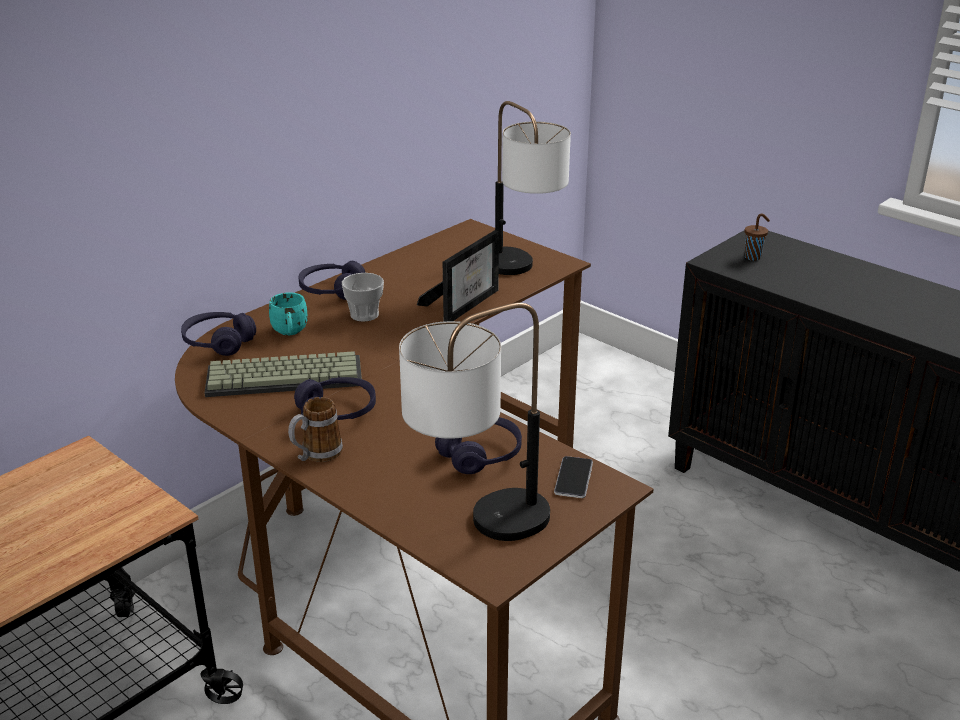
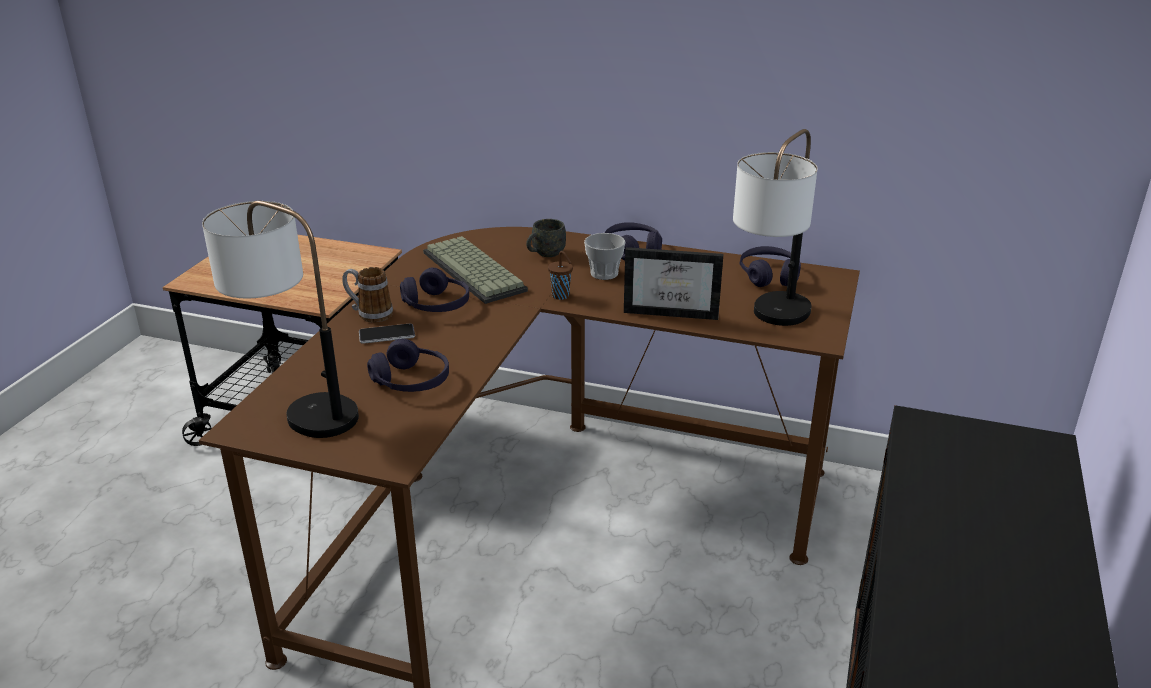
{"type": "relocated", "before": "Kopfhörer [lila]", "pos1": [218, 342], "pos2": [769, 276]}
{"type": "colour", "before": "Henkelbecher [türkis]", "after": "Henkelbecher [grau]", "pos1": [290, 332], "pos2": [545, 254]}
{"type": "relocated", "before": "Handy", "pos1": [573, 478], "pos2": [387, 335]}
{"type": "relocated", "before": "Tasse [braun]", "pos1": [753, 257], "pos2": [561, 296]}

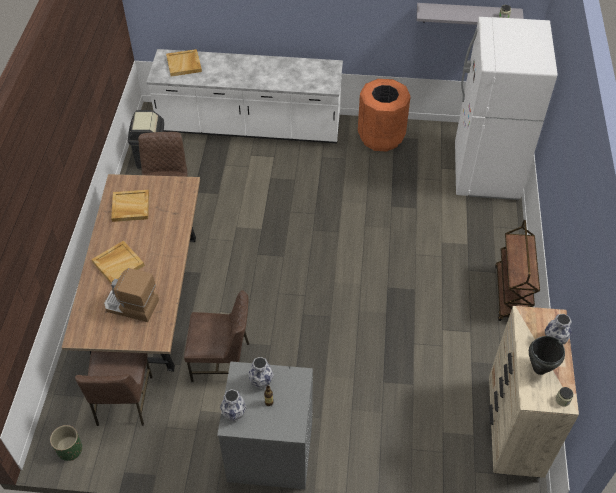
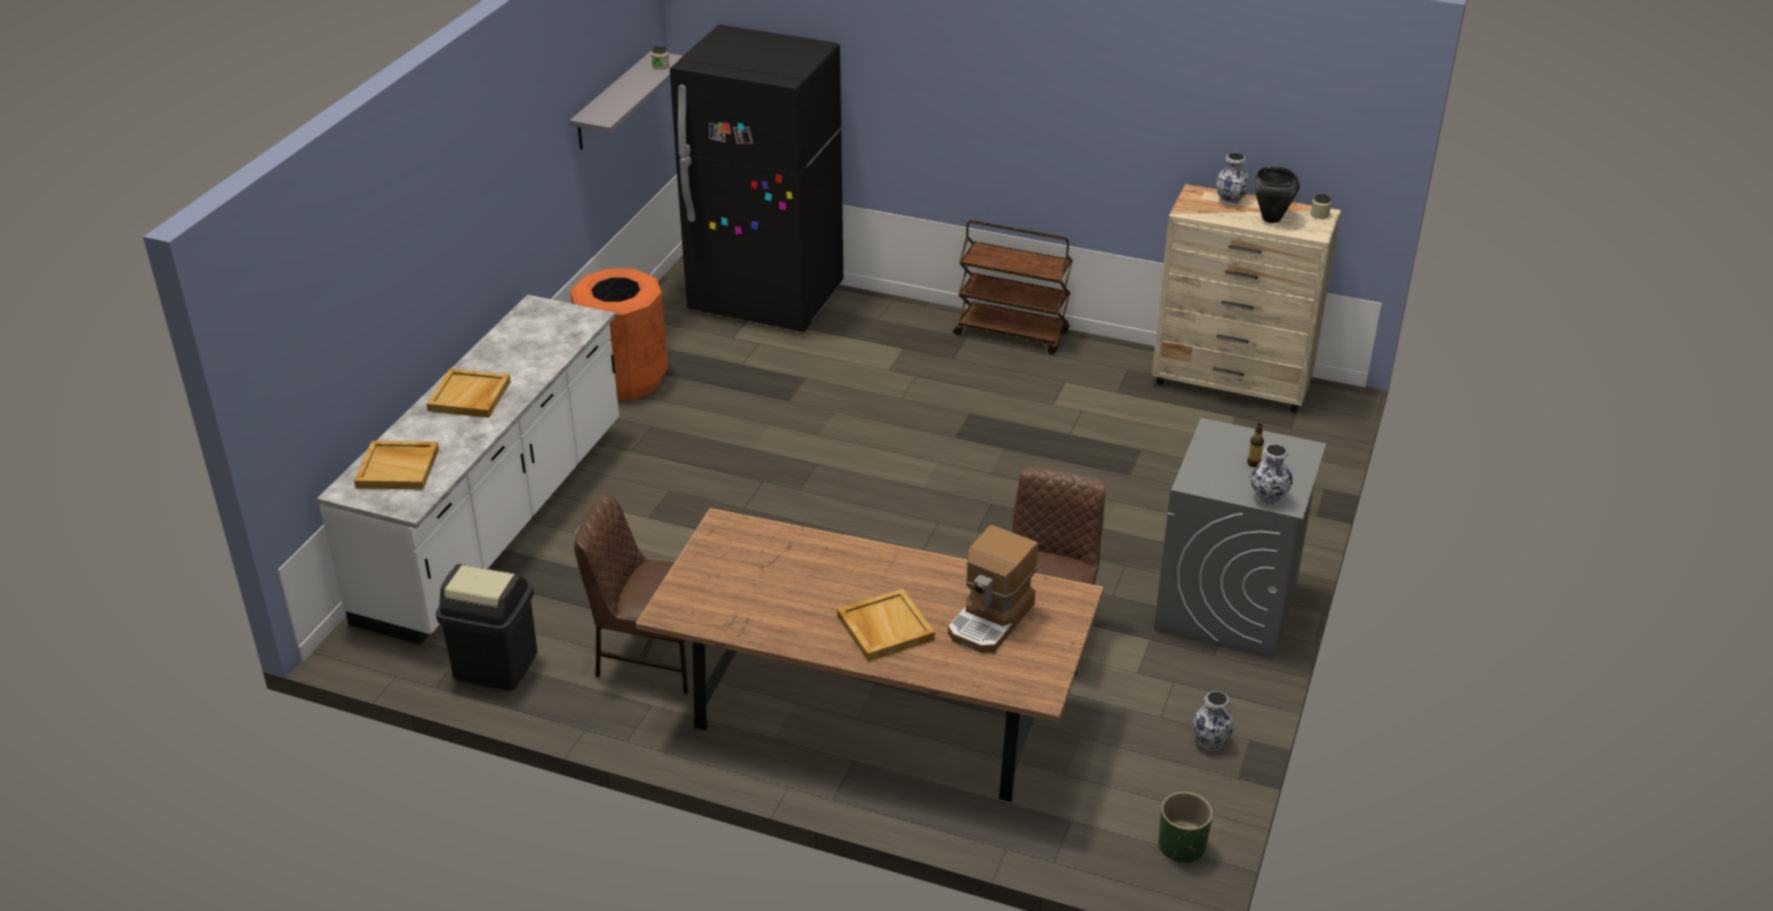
{"type": "missing", "before": "Stuhl [braun]", "pos1": [123, 402]}
{"type": "relocated", "before": "Tablett [beige]", "pos1": [130, 207], "pos2": [470, 396]}
{"type": "relocated", "before": "Vase", "pos1": [261, 382], "pos2": [1211, 741]}
{"type": "colour", "before": "Kühlschrank [weiß]", "after": "Kühlschrank [schwarz]", "pos1": [486, 172], "pos2": [766, 301]}

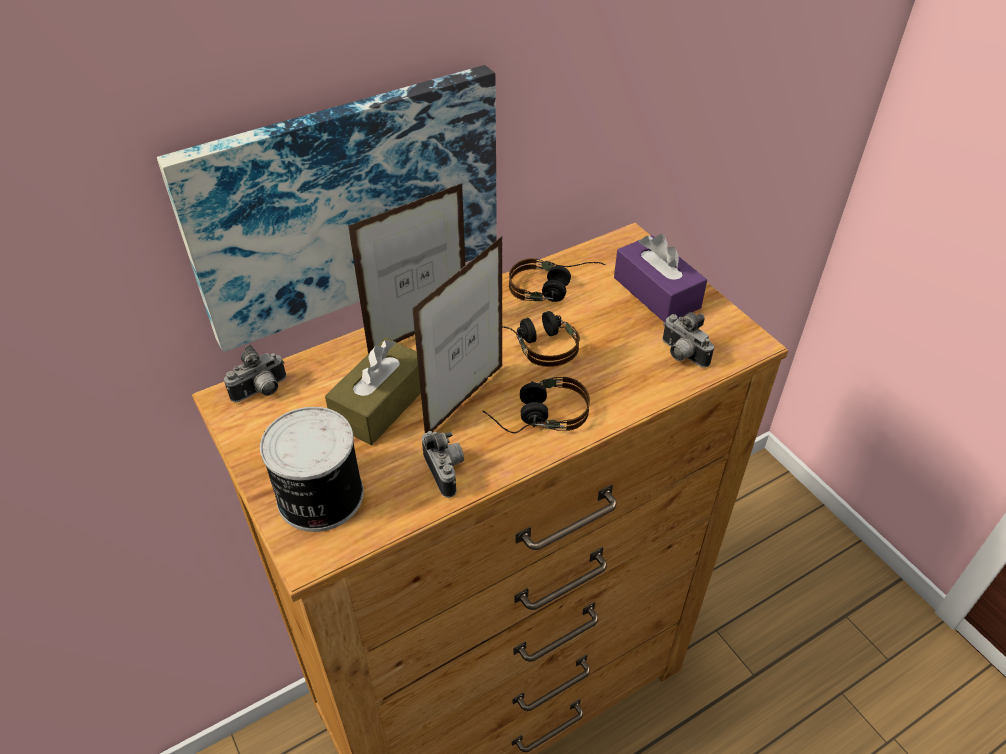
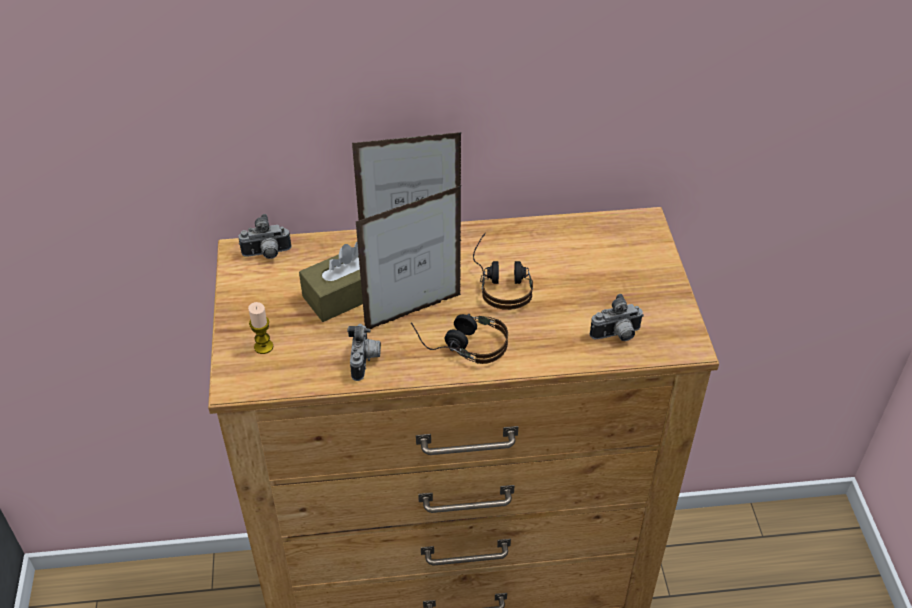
{"type": "missing", "before": "Bild", "pos1": [346, 204]}
{"type": "exchanged", "before": "Dose", "after": "Kerze", "pos1": [318, 497], "pos2": [263, 347]}
{"type": "missing", "before": "Kopfhörer", "pos1": [555, 289]}
{"type": "missing", "before": "Taschentuchbox [lila]", "pos1": [656, 293]}
{"type": "spun", "before": "Kamera", "pos1": [681, 355], "pos2": [617, 336], "turn": -90}

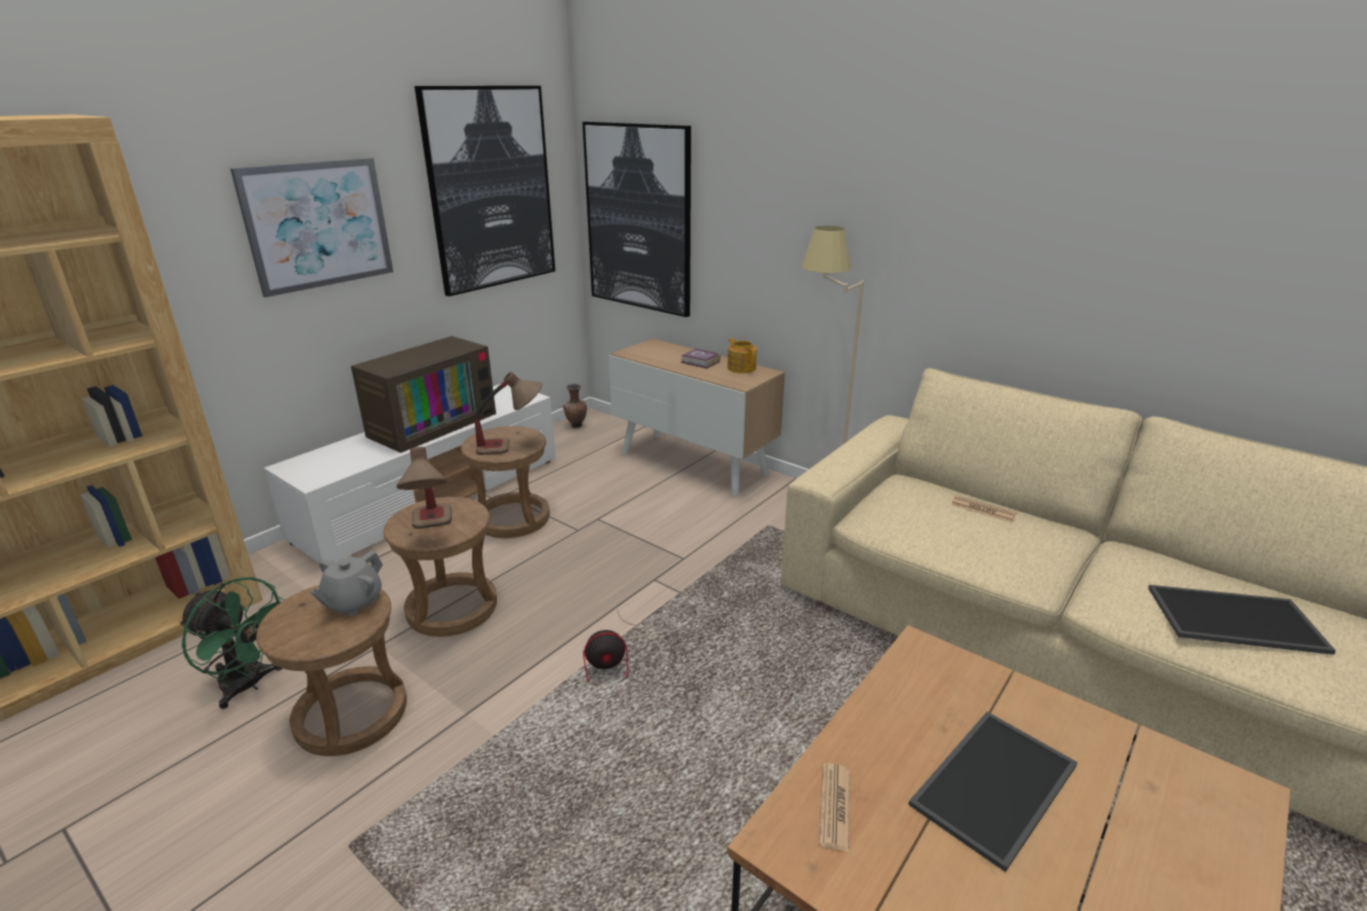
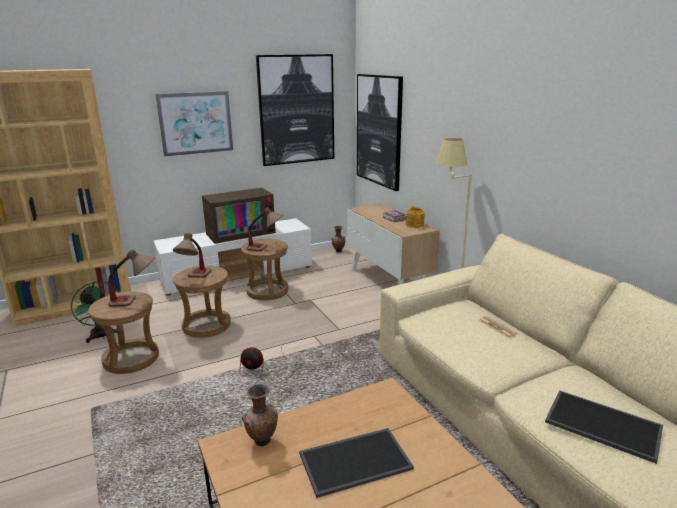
{"type": "exchanged", "before": "Teekanne [grau]", "after": "Tischlampe", "pos1": [353, 602], "pos2": [136, 301]}
{"type": "exchanged", "before": "Zeitung", "after": "Vase [braun]", "pos1": [835, 806], "pos2": [262, 442]}

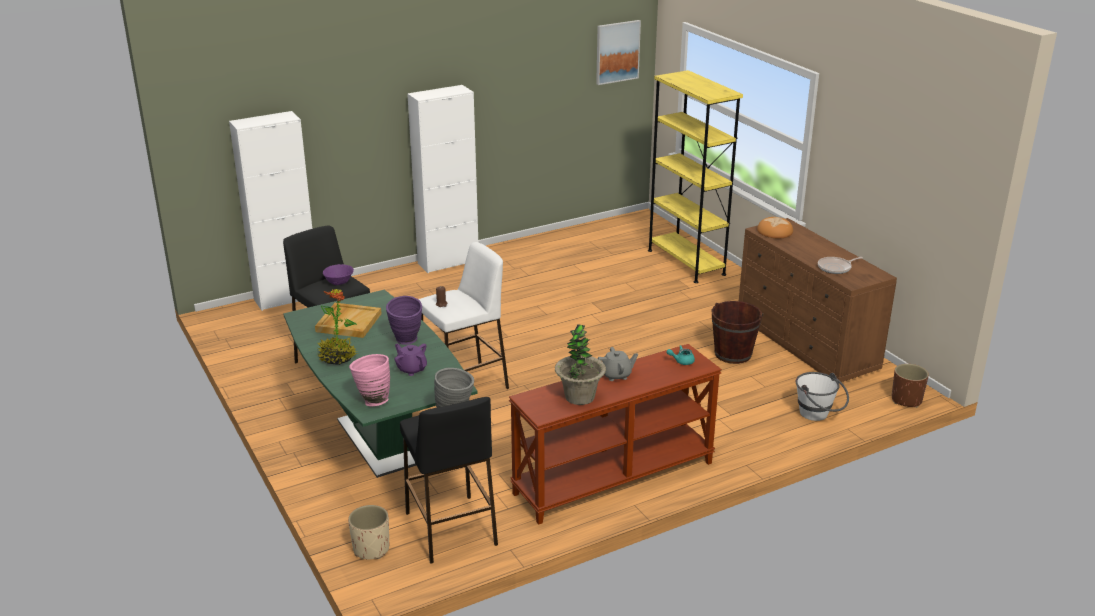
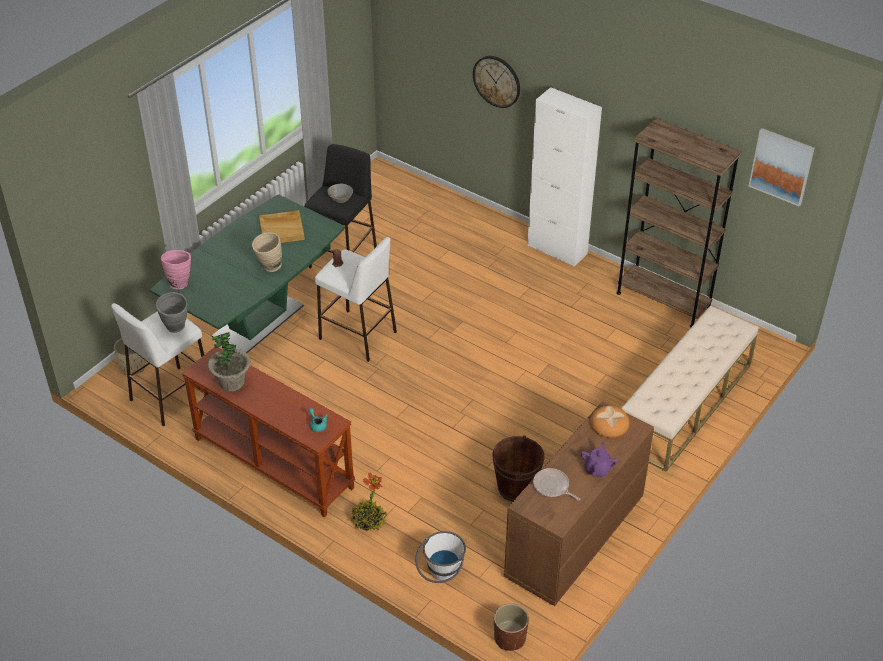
{"type": "missing", "before": "Schrank [weiß]", "pos1": [286, 298]}
{"type": "relocated", "before": "Topfpflanze", "pos1": [338, 358], "pos2": [368, 521]}
{"type": "colour", "before": "Schüssel [lila]", "after": "Schüssel [grau]", "pos1": [339, 282], "pos2": [340, 200]}
{"type": "colour", "before": "Vase [lila]", "after": "Vase [beige]", "pos1": [407, 342], "pos2": [269, 268]}
{"type": "relocated", "before": "Teekanne [lila]", "pos1": [411, 369], "pos2": [597, 469]}
{"type": "colour", "before": "Hocker [schwarz]", "after": "Hocker [weiß]", "pos1": [451, 529], "pos2": [170, 396]}
{"type": "missing", "before": "Teekanne [grau]", "pos1": [616, 375]}
{"type": "exchanged", "before": "Bücherregal [gelb]", "after": "Bank [beige]", "pos1": [686, 262], "pos2": [685, 405]}
{"type": "appeared", "after": "Wanduhr", "pos2": [497, 81]}
{"type": "appeared", "after": "Bücherregal [braun]", "pos2": [663, 300]}

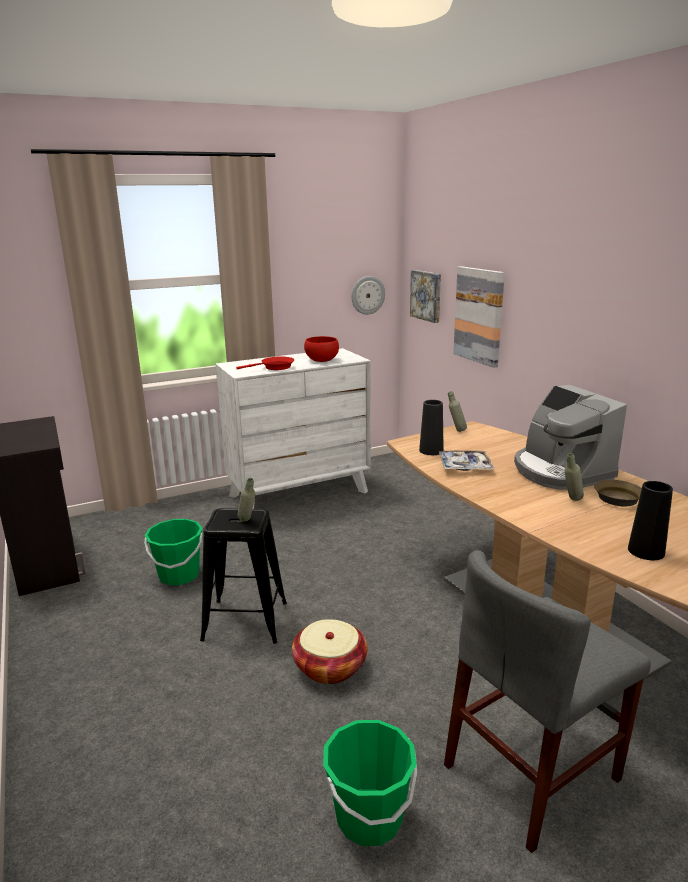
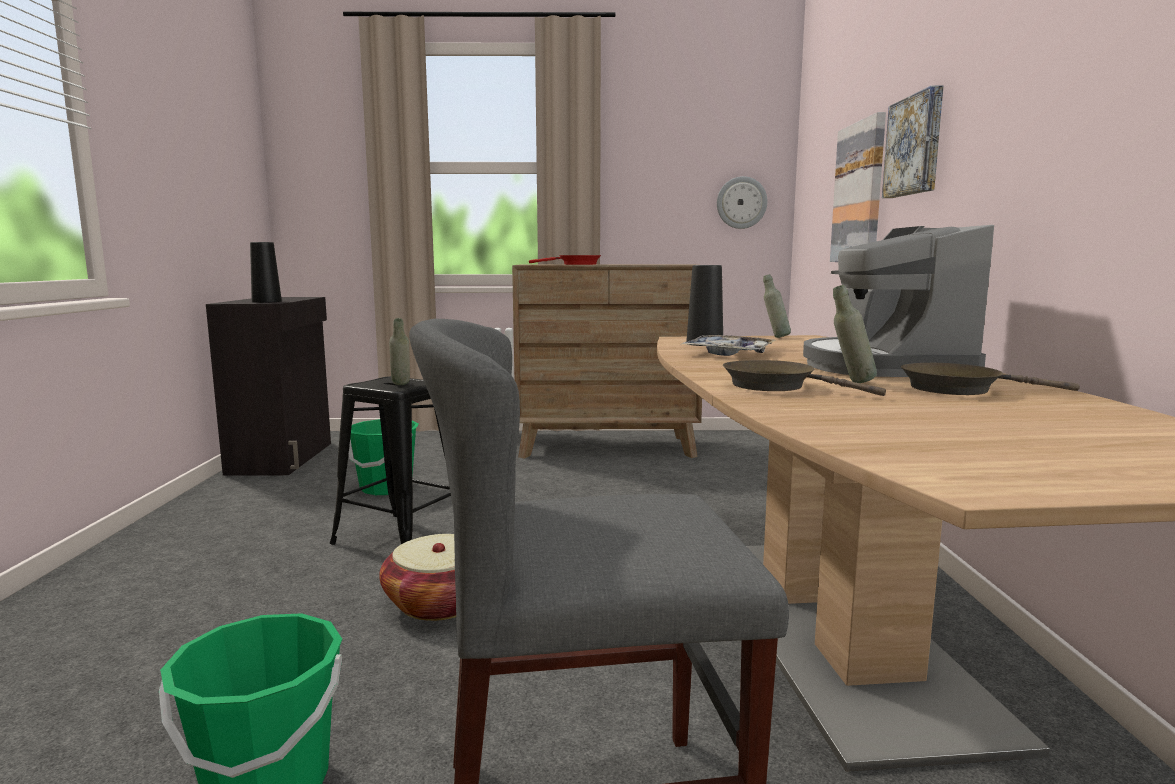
{"type": "colour", "before": "Kommode [weiß]", "after": "Kommode [braun]", "pos1": [299, 493], "pos2": [606, 447]}
{"type": "missing", "before": "Schüssel [rot]", "pos1": [321, 360]}
{"type": "relocated", "before": "Bild", "pos1": [427, 295], "pos2": [916, 146]}
{"type": "relocated", "before": "Vase [schwarz]", "pos1": [646, 551], "pos2": [266, 301]}
{"type": "appeared", "after": "Pfanne [braun]", "pos2": [776, 386]}

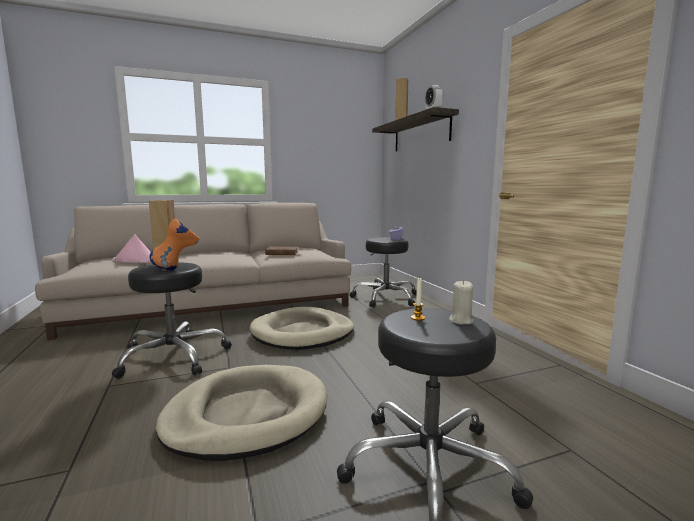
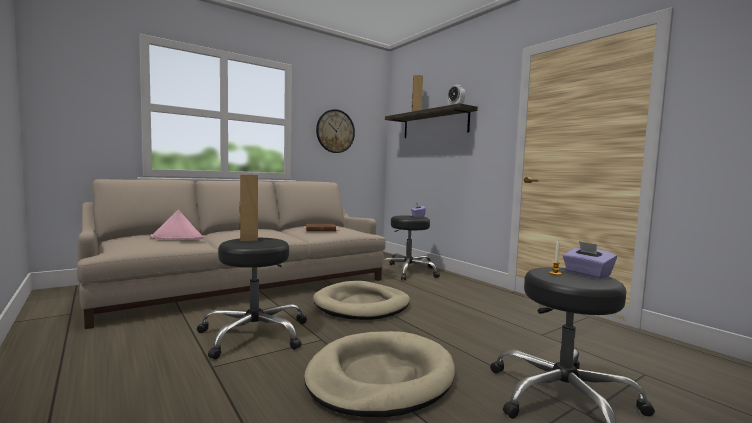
{"type": "missing", "before": "Vase [orange]", "pos1": [177, 269]}
{"type": "exchanged", "before": "Kerze [beige]", "after": "Taschentuchbox [lila]", "pos1": [460, 320], "pos2": [587, 274]}
{"type": "appeared", "after": "Wanduhr", "pos2": [335, 131]}

